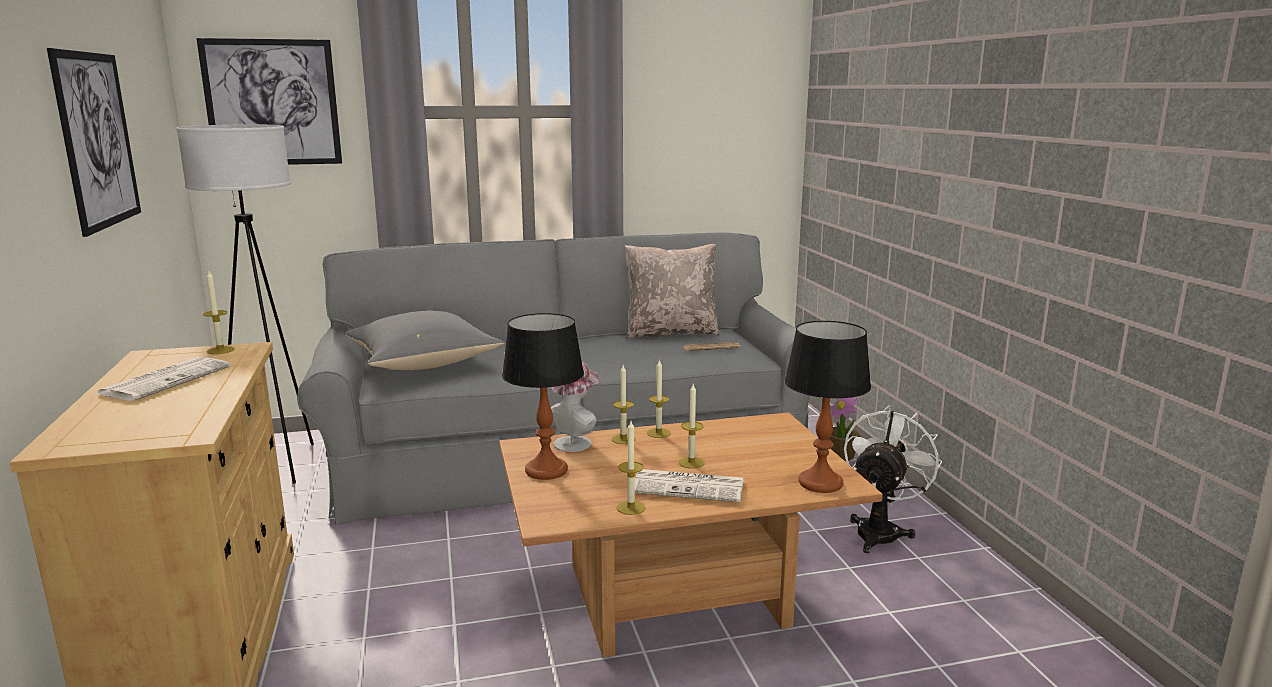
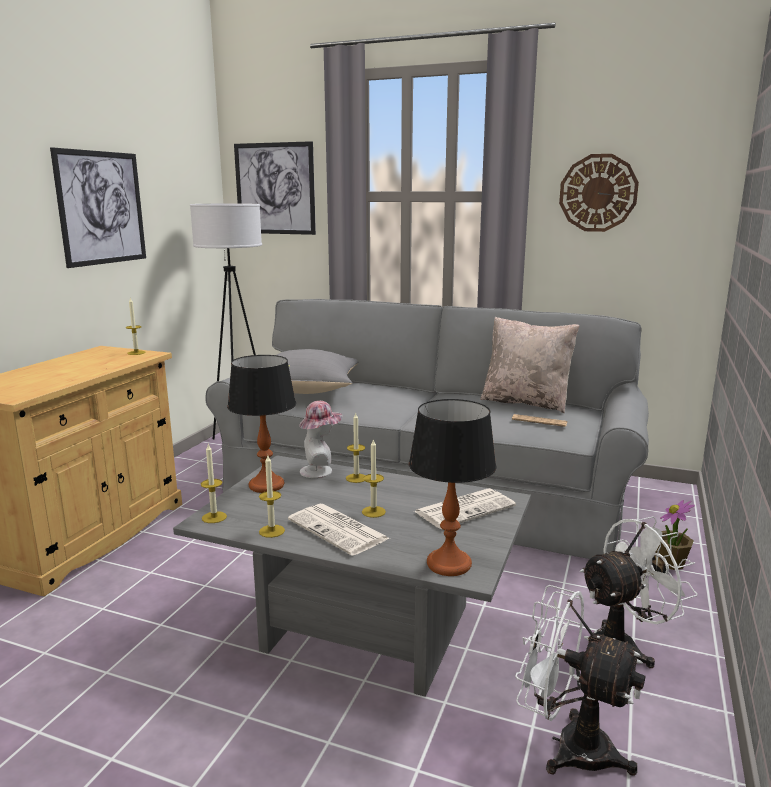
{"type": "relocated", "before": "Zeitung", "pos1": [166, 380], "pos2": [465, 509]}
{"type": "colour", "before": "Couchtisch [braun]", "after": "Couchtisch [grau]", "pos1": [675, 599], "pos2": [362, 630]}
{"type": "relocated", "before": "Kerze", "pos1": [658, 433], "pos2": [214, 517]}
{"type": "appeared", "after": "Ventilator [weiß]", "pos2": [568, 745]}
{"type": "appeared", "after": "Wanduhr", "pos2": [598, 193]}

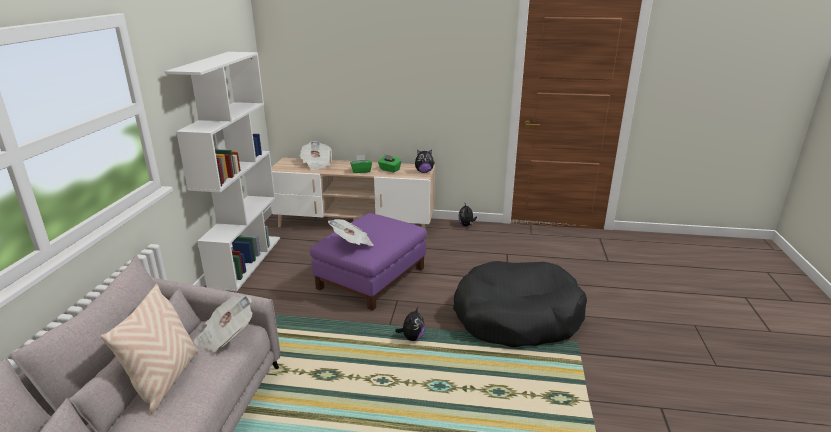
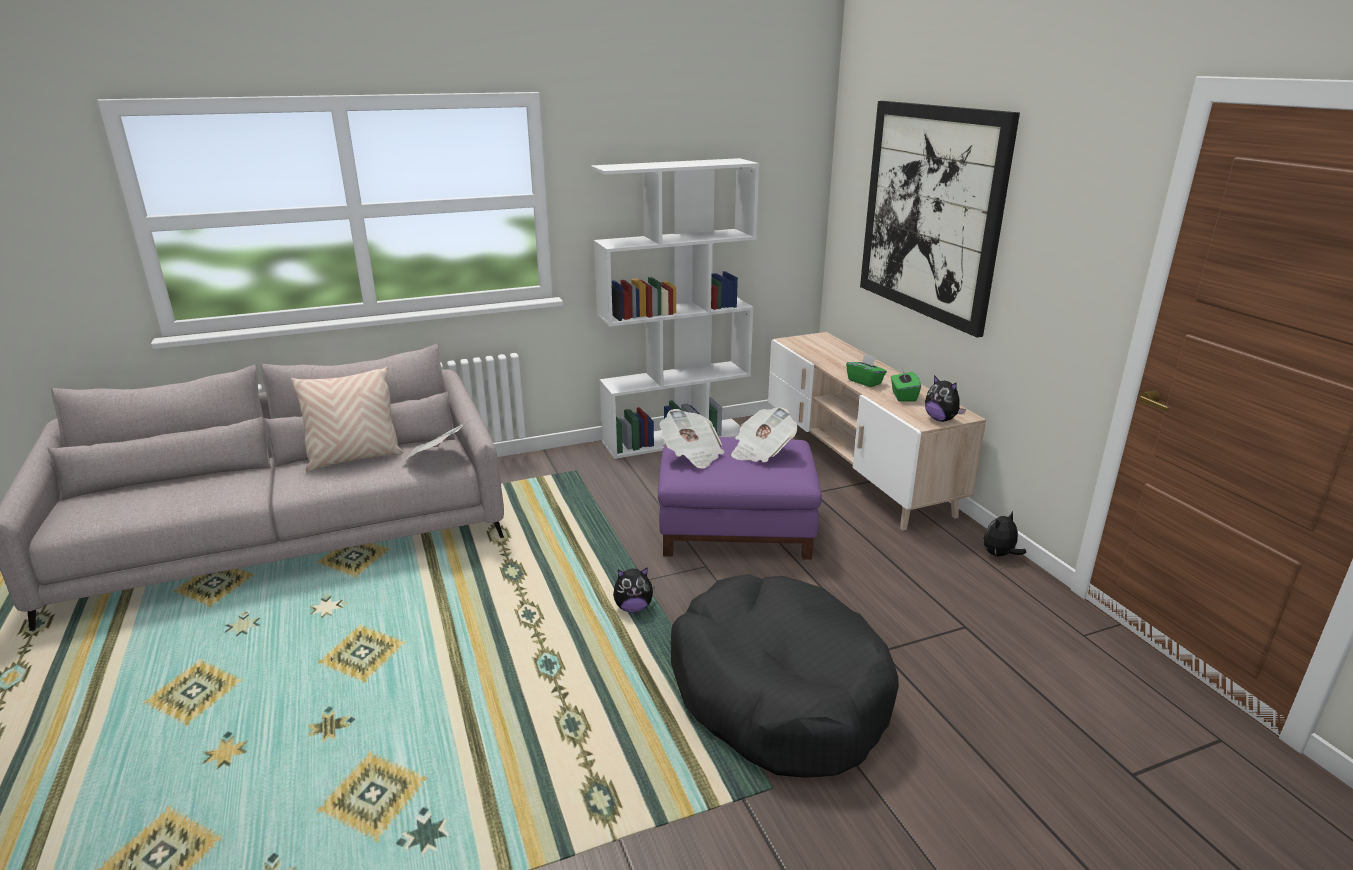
{"type": "relocated", "before": "Zeitung", "pos1": [316, 164], "pos2": [761, 451]}
{"type": "appeared", "after": "Bild", "pos2": [930, 212]}

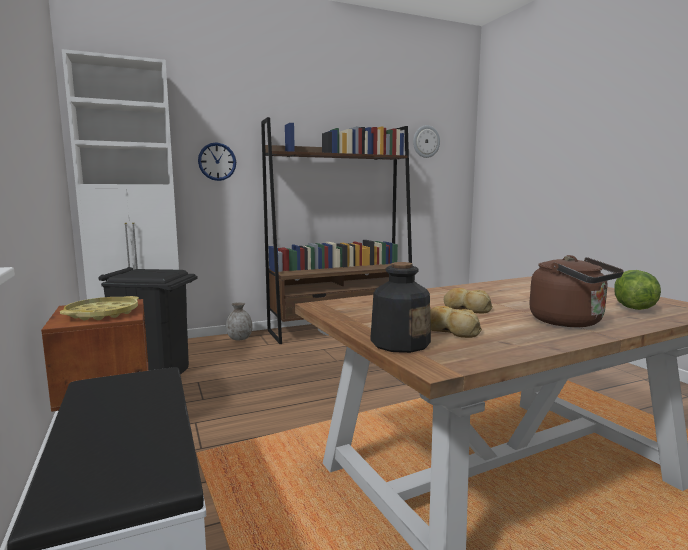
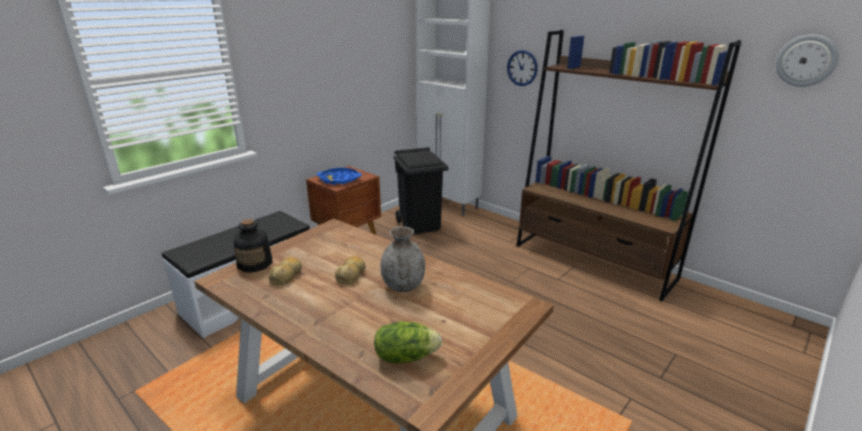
{"type": "colour", "before": "Tablett [gelb]", "after": "Tablett [blau]", "pos1": [102, 314], "pos2": [339, 179]}
{"type": "relocated", "before": "Vase [grau]", "pos1": [239, 339], "pos2": [403, 286]}
{"type": "missing", "before": "Wasserkessel [braun]", "pos1": [570, 322]}

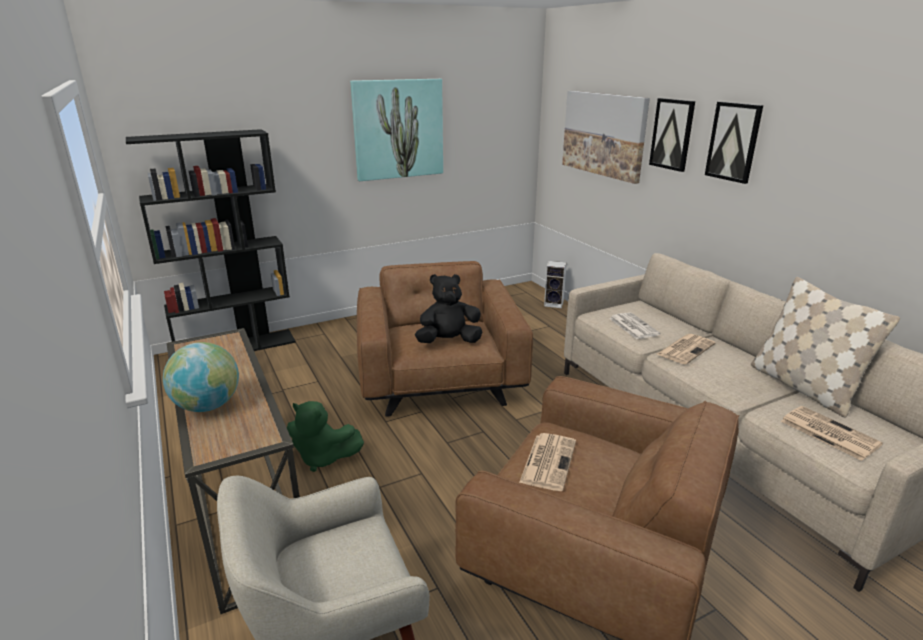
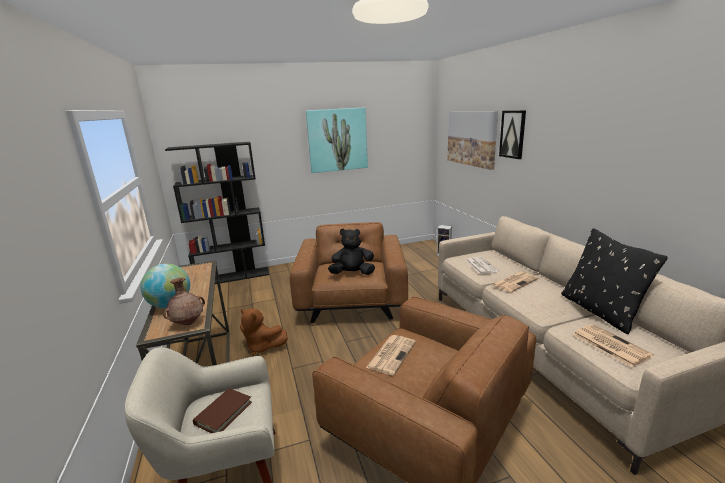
{"type": "colour", "before": "Plüschtier [grün]", "after": "Plüschtier [braun]", "pos1": [323, 458], "pos2": [262, 347]}
{"type": "missing", "before": "Bild", "pos1": [733, 142]}
{"type": "colour", "before": "Kissen [beige]", "after": "Kissen [schwarz]", "pos1": [803, 387], "pos2": [599, 311]}
{"type": "appeared", "after": "Vase [braun]", "pos2": [188, 323]}
{"type": "appeared", "after": "Buch [braun]", "pos2": [223, 413]}

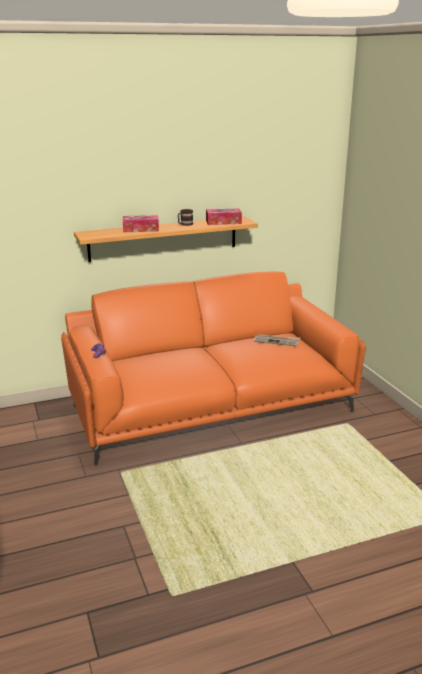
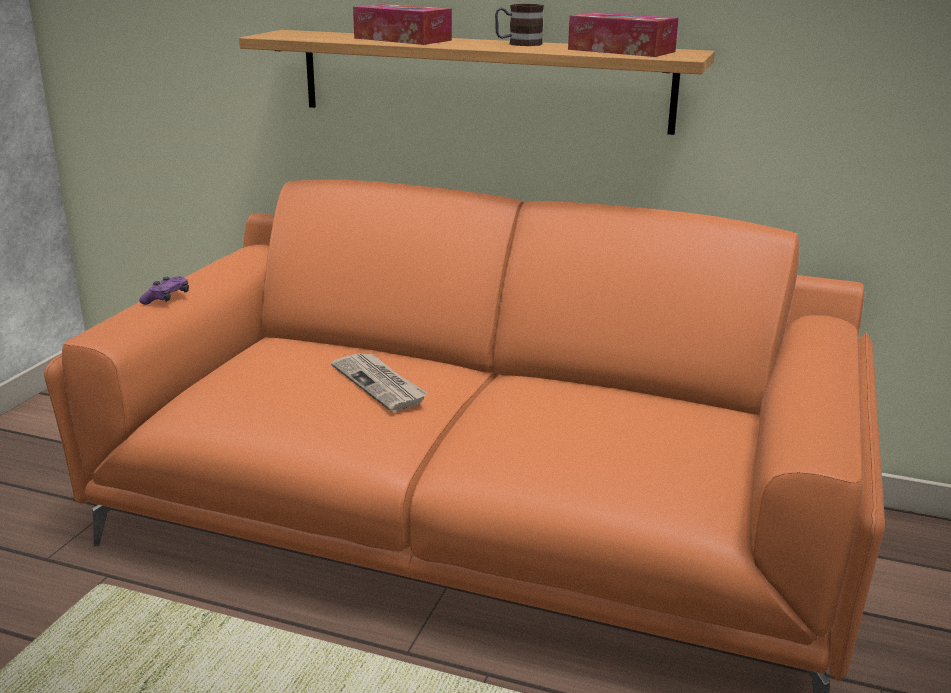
{"type": "relocated", "before": "Zeitung", "pos1": [276, 341], "pos2": [380, 384]}

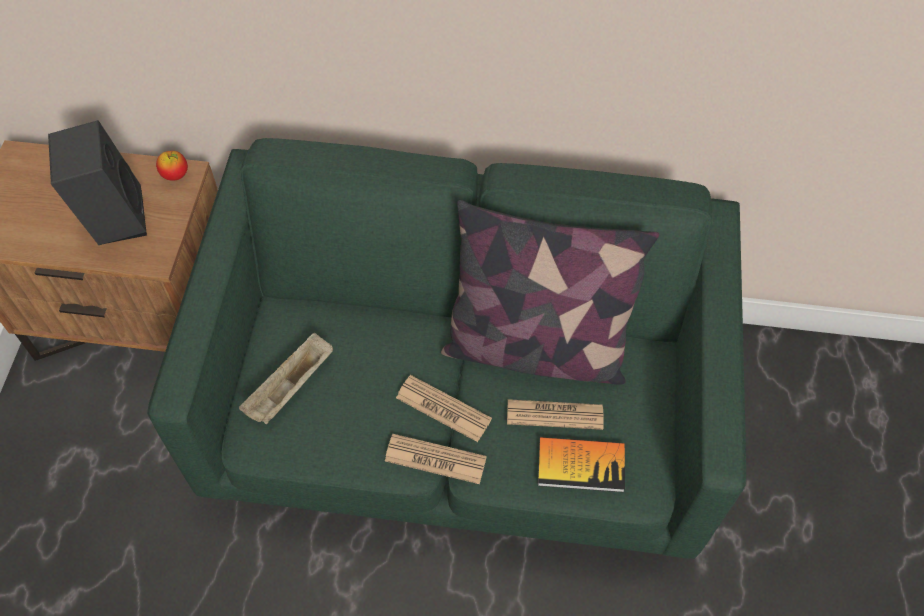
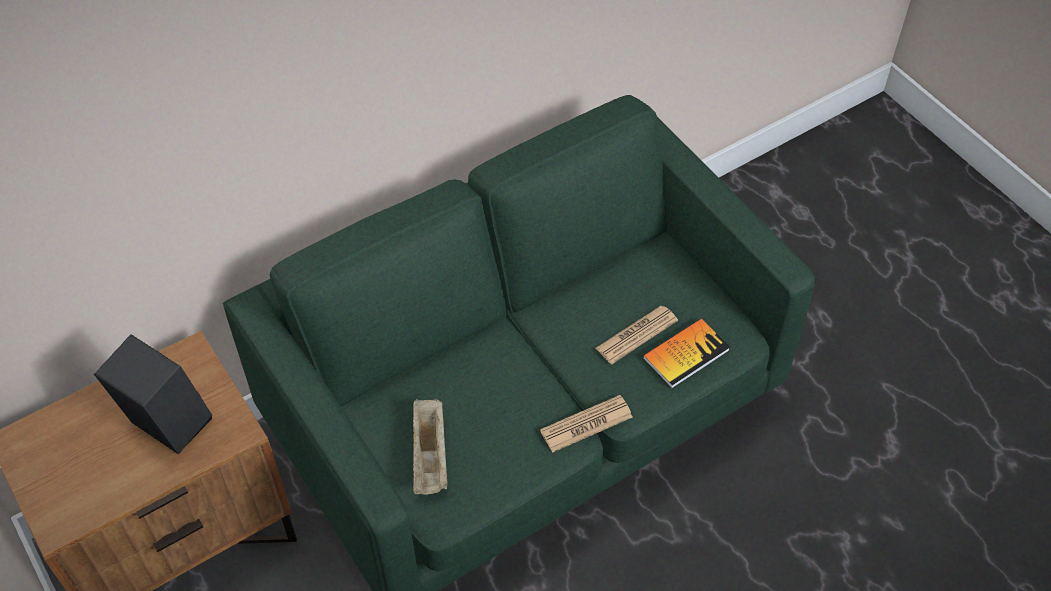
{"type": "missing", "before": "Apfel", "pos1": [175, 175]}
{"type": "missing", "before": "Zeitung", "pos1": [443, 408]}
{"type": "missing", "before": "Kissen", "pos1": [535, 348]}

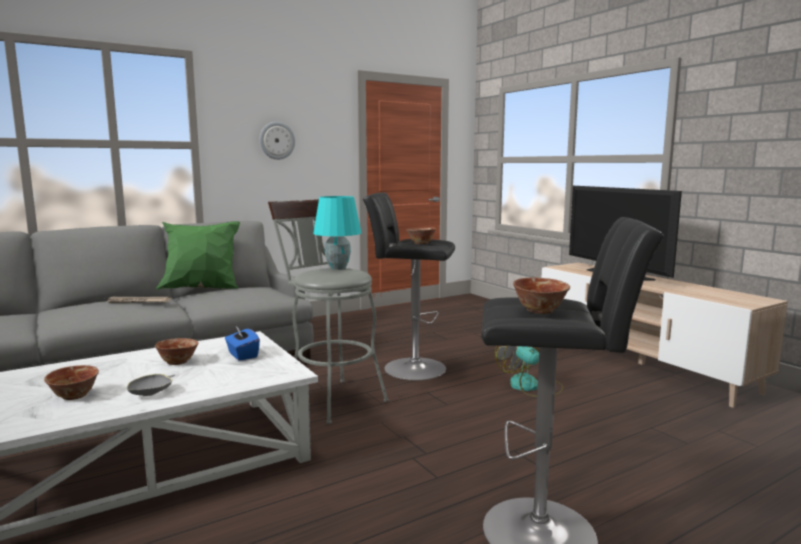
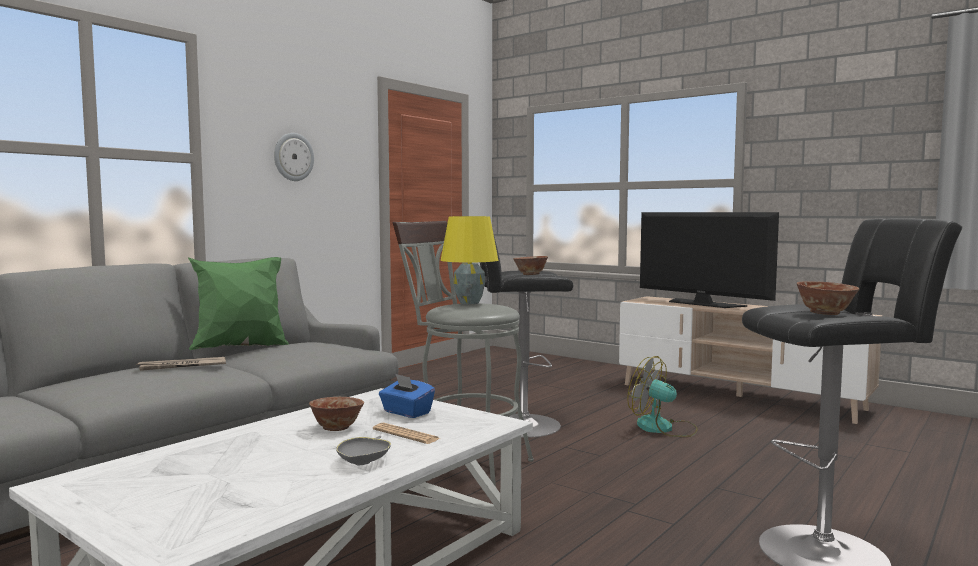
{"type": "missing", "before": "Schüssel", "pos1": [74, 396]}
{"type": "colour", "before": "Tischlampe [türkis]", "after": "Tischlampe [gelb]", "pos1": [338, 268], "pos2": [469, 303]}
{"type": "appeared", "after": "Zeitung", "pos2": [406, 434]}

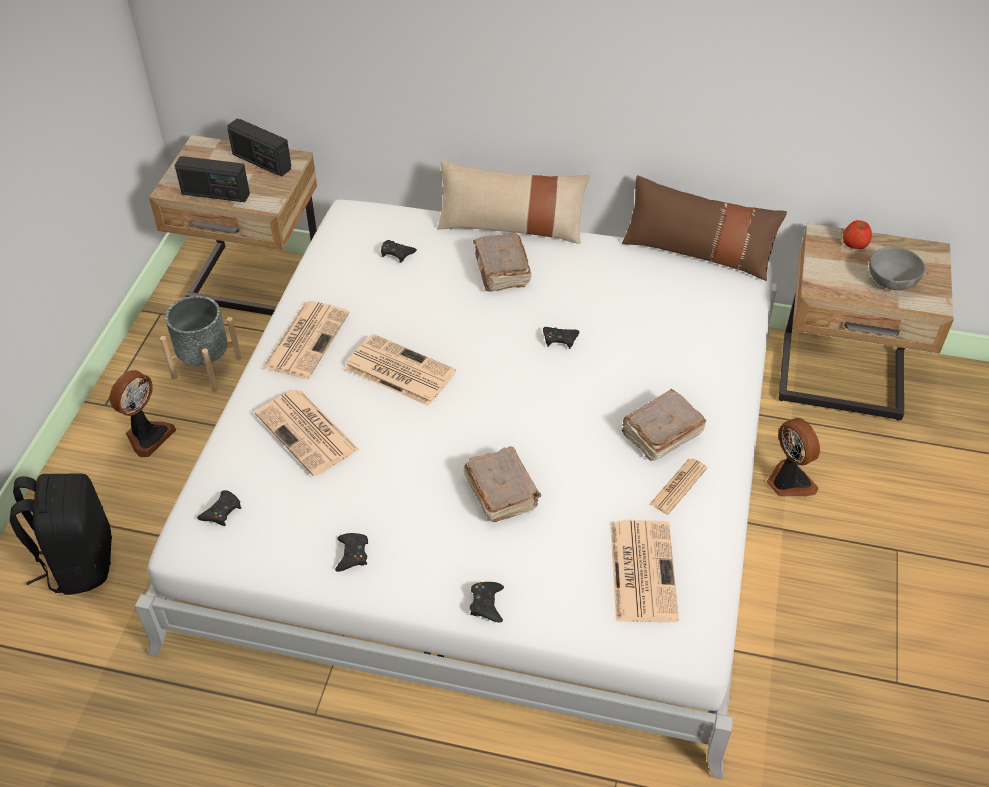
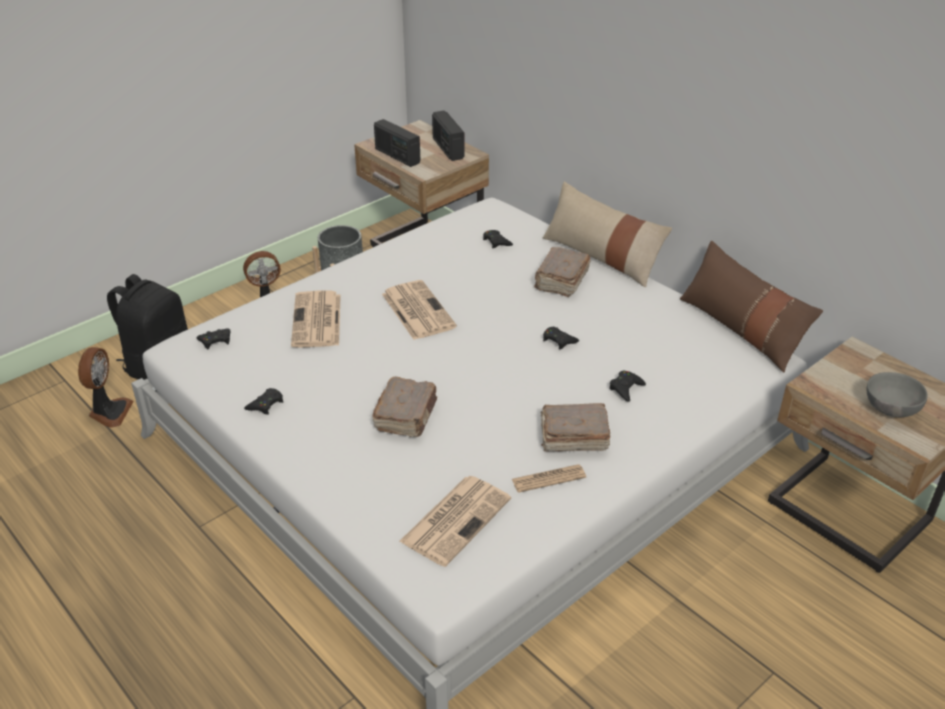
{"type": "missing", "before": "Zeitung", "pos1": [306, 339]}
{"type": "relocated", "before": "Gamepad [schwarz]", "pos1": [486, 604], "pos2": [625, 388]}
{"type": "relocated", "before": "Ventilator", "pos1": [788, 482], "pos2": [109, 412]}
{"type": "missing", "before": "Apfel", "pos1": [854, 244]}

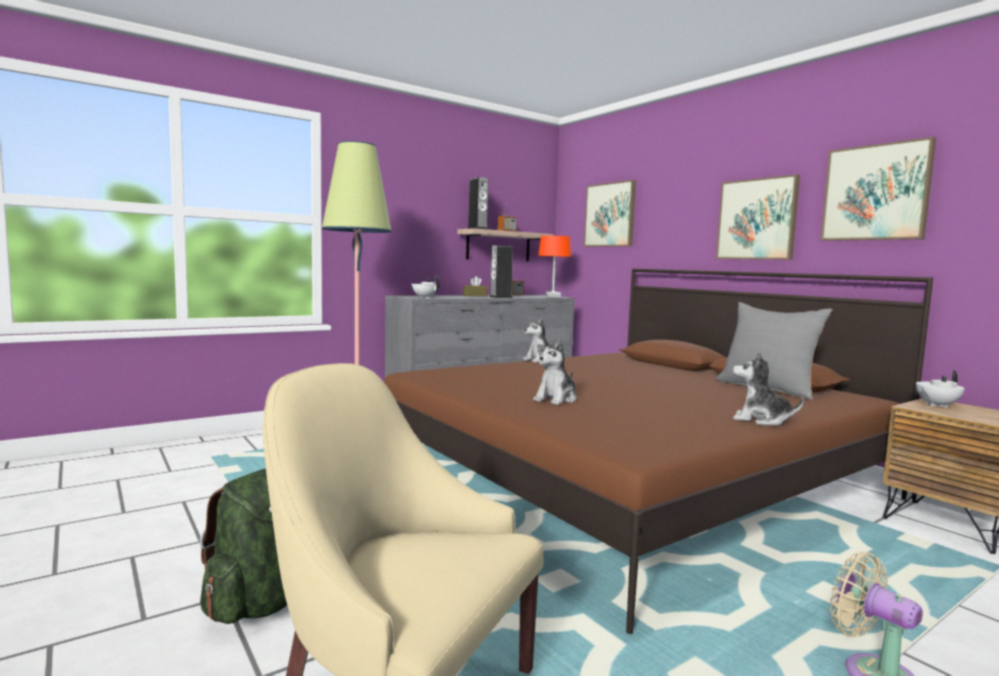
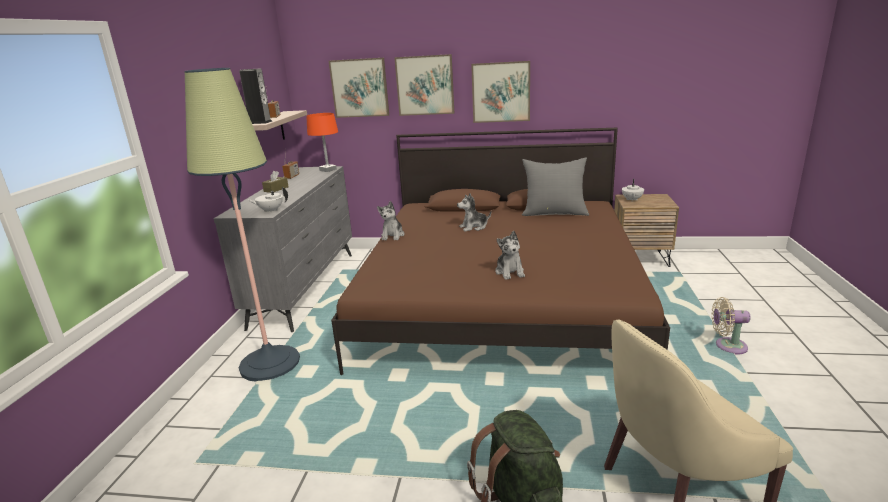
{"type": "missing", "before": "Lautsprecher", "pos1": [500, 297]}
{"type": "relocated", "before": "Plüschtier", "pos1": [761, 420], "pos2": [474, 227]}
{"type": "relocated", "before": "Bild", "pos1": [875, 193], "pos2": [425, 85]}

